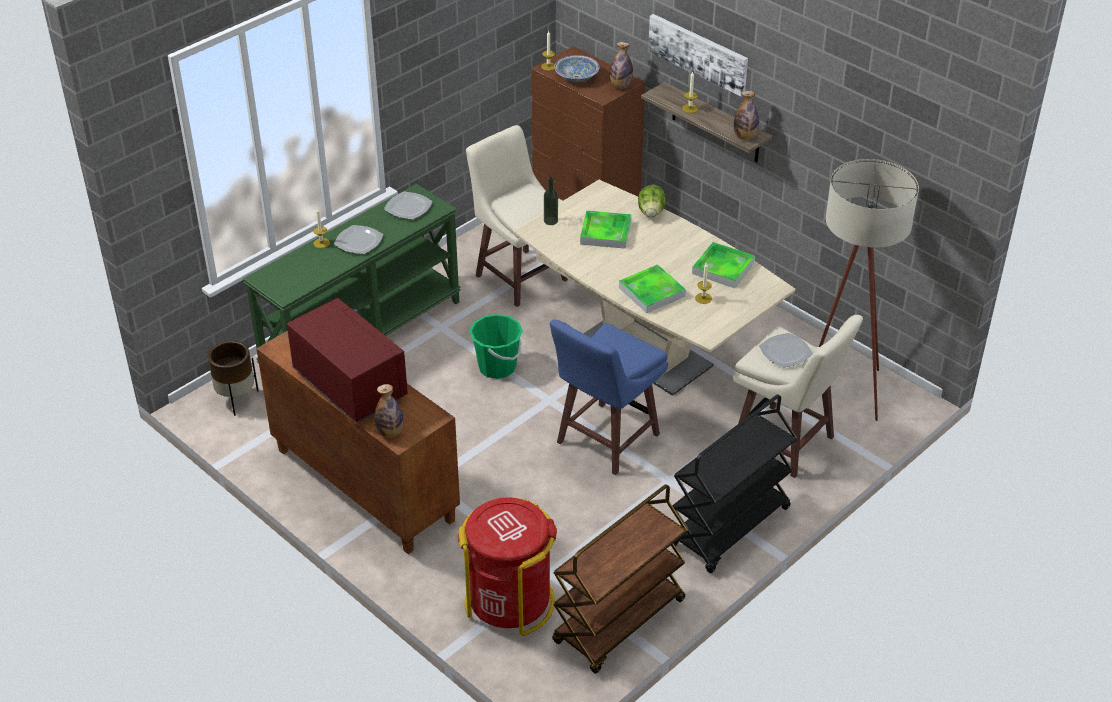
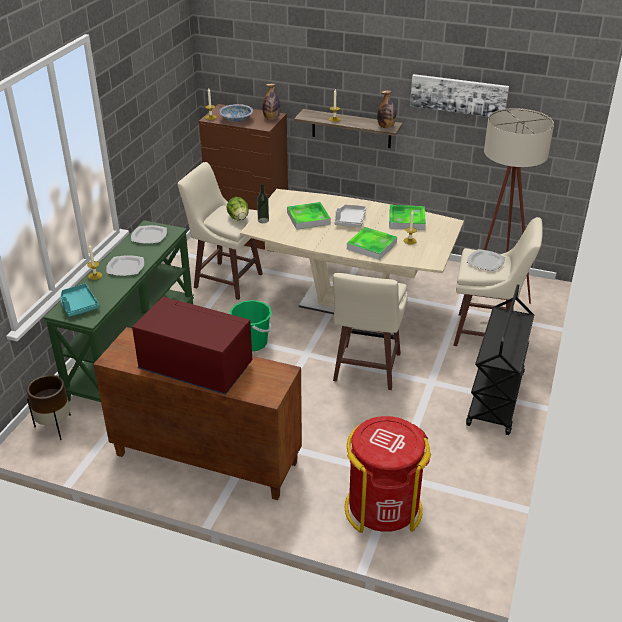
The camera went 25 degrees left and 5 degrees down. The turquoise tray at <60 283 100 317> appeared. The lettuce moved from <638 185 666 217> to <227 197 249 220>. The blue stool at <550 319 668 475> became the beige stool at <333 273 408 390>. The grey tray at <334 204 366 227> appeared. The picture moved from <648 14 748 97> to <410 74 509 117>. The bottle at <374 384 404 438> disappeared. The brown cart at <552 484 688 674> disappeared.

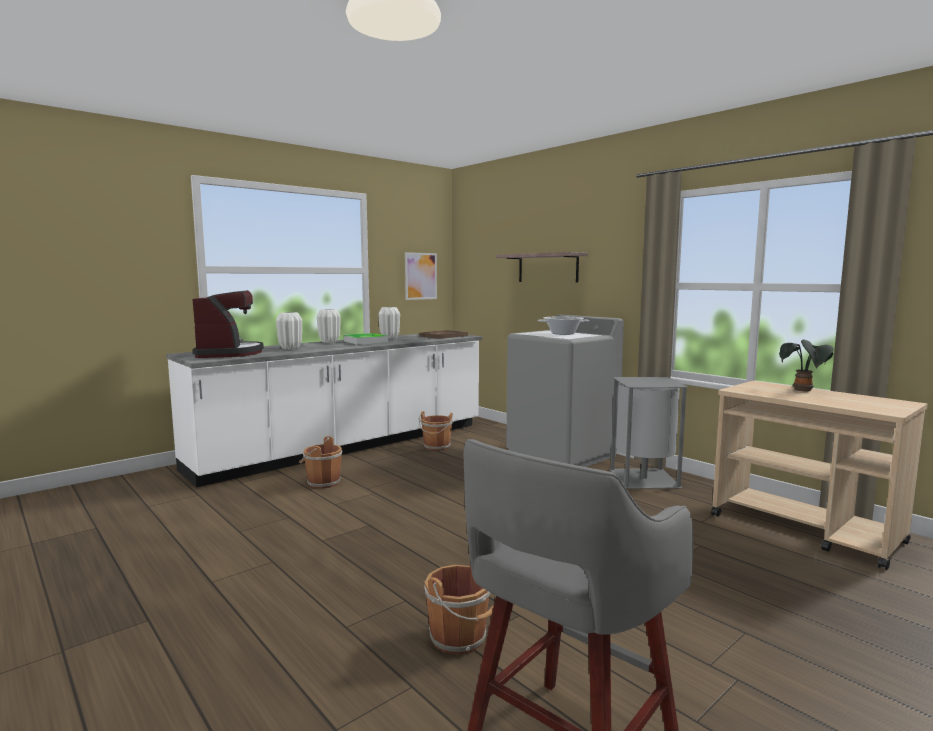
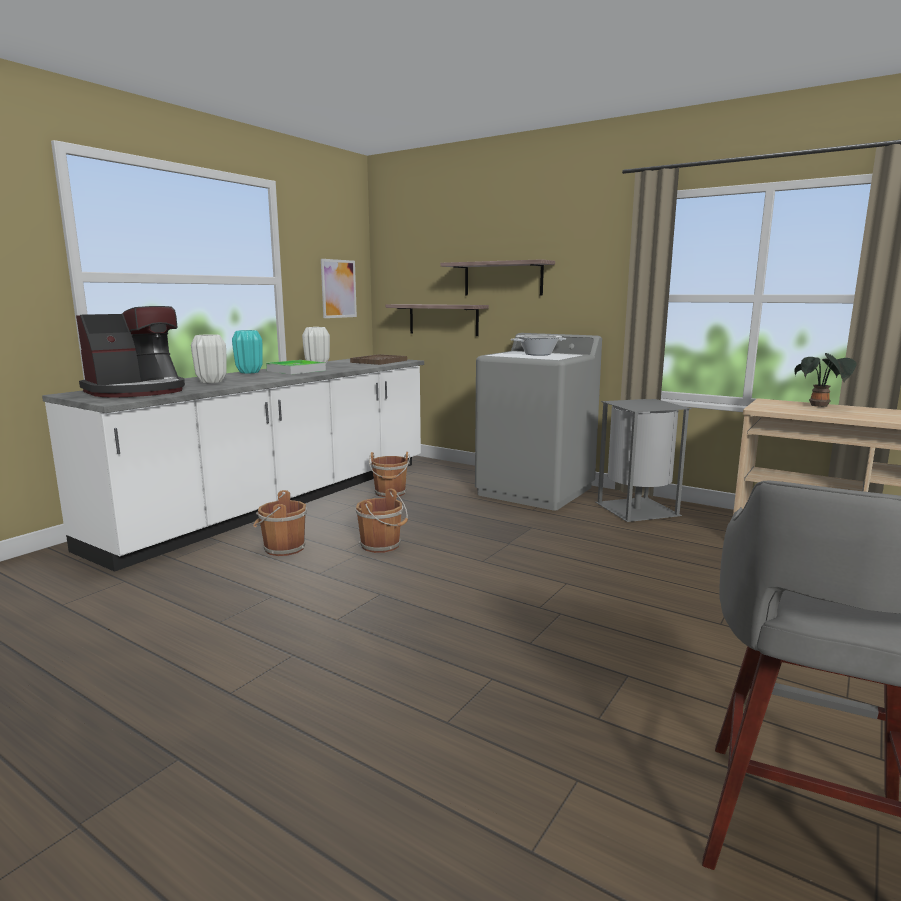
The camera went 15 degrees left and 5 degrees up. The coffee machine at <192 290 264 358> turned 75 degrees clockwise. The white vase at <317 309 340 343> became the turquoise vase at <232 330 263 374>. The brown bucket moved from <424 565 496 655> to <356 488 408 553>. The shelf at <386 304 489 336> appeared.

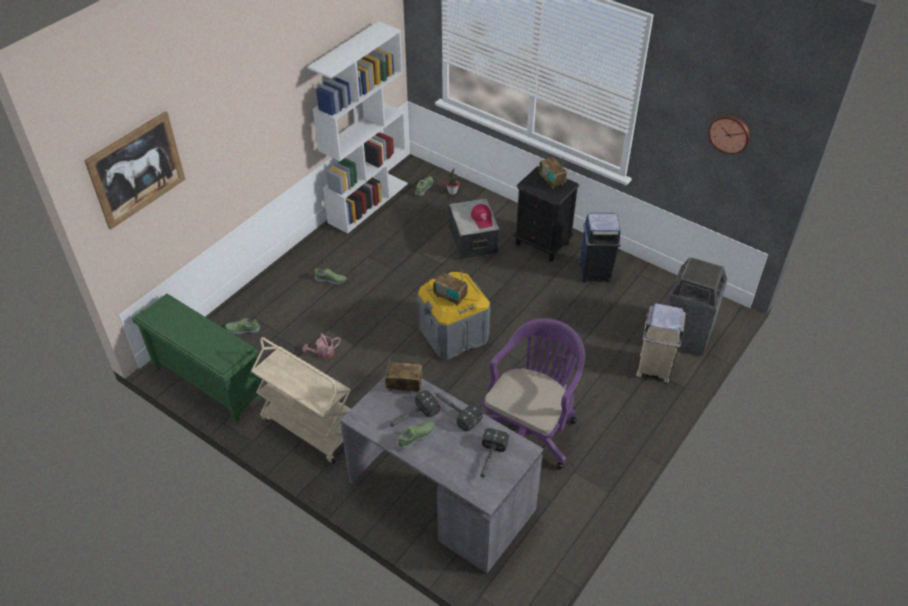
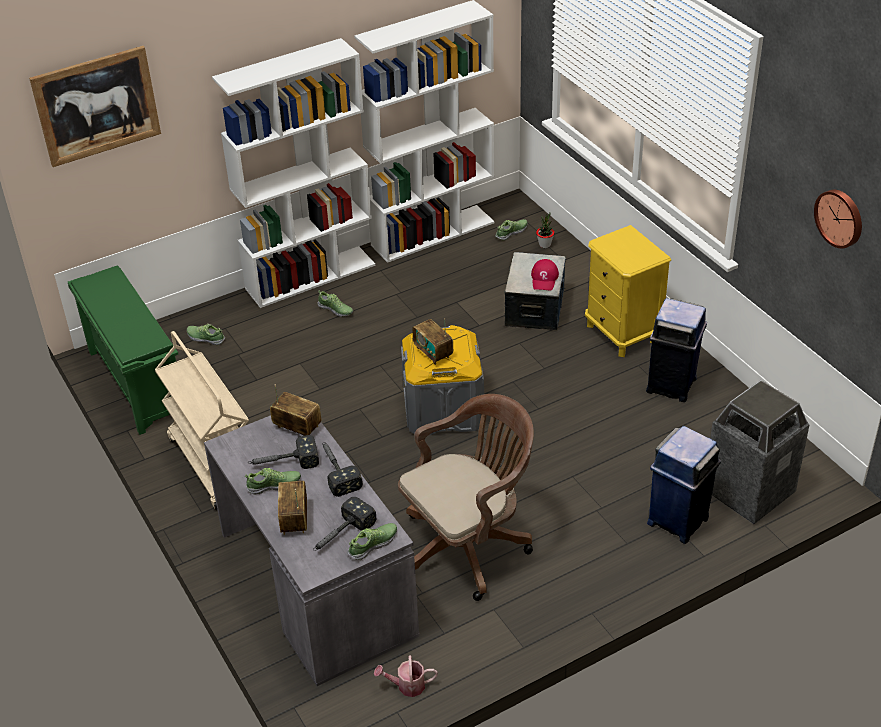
The camera went 25 degrees right and 5 degrees down. The white bookcase at <212 38 375 308> appeared. The radio moved from <539 156 567 189> to <278 481 307 535>. The shoe at <348 523 397 560> appeared. The watering can moved from <302 333 341 359> to <374 655 438 697>. The purple office chair at <482 318 585 470> became the brown office chair at <398 394 534 601>. The black nightstand at <514 166 579 261> became the yellow nightstand at <585 225 671 357>. The beige trash can at <636 303 686 383> became the blue trash can at <647 426 721 544>.

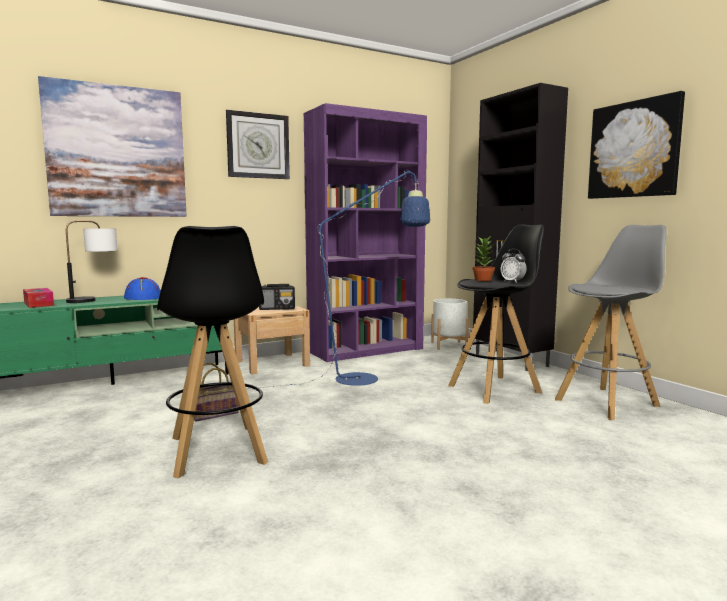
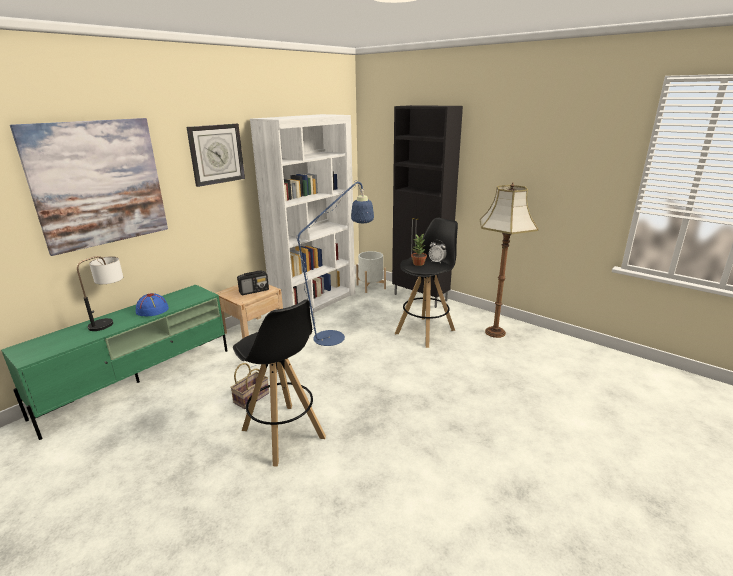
The camera went 20 degrees left and 15 degrees up. The purple bookcase at <304 103 427 362> became the white bookcase at <250 114 355 314>. The grey stool at <555 225 666 420> was replaced by the floor lamp at <480 182 538 338>. The tissue box at <23 288 54 308> disappeared. The picture at <588 91 685 199> disappeared.

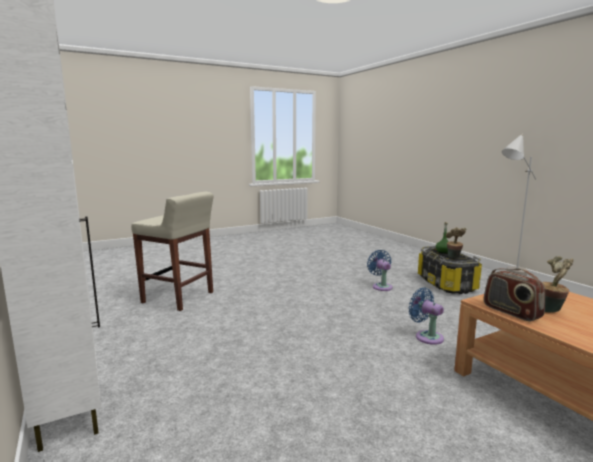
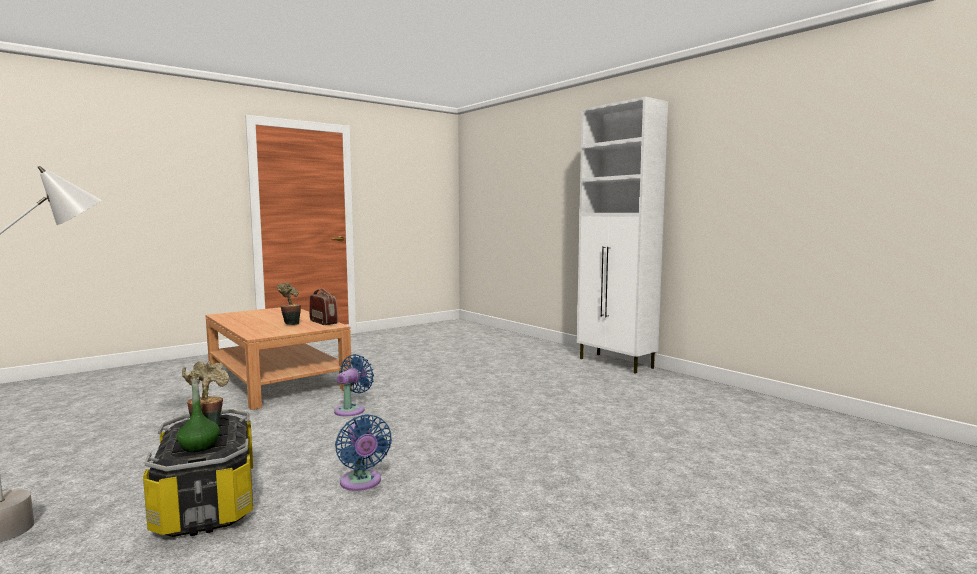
The camera went 170 degrees right and 5 degrees down. The blue fan at <409 288 444 345> turned 105 degrees counterclockwise. The beige stool at <131 192 213 311> disappeared.

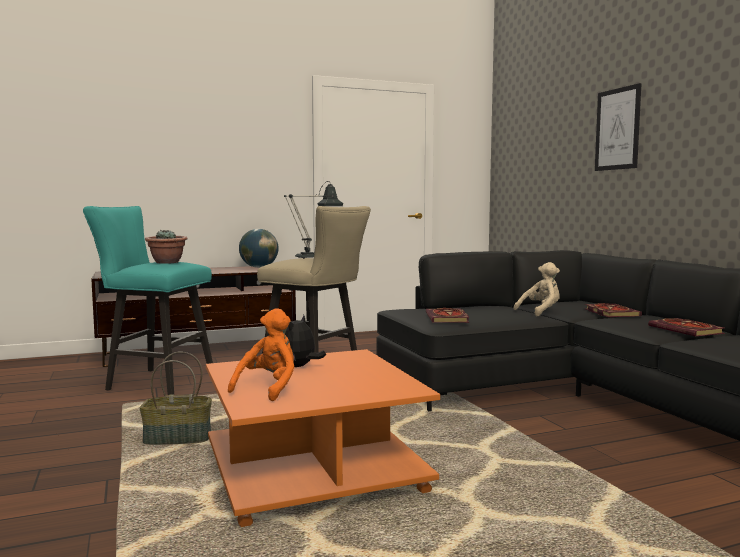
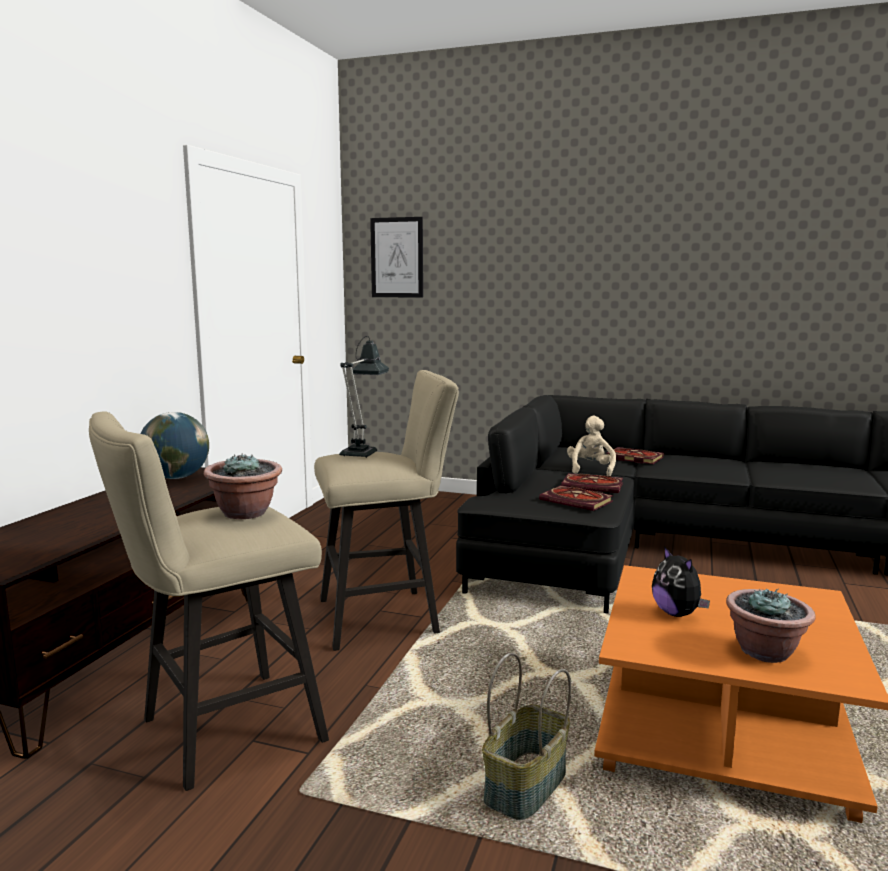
The camera went 50 degrees left and 5 degrees up. The turquoise stool at <83 206 213 395> became the beige stool at <89 411 329 791>. The picture moved from <595 83 642 171> to <370 217 423 298>. The book moved from <648 318 725 336> to <561 473 623 493>. The orange plush toy at <228 308 295 401> was replaced by the potted plant at <726 589 816 663>.

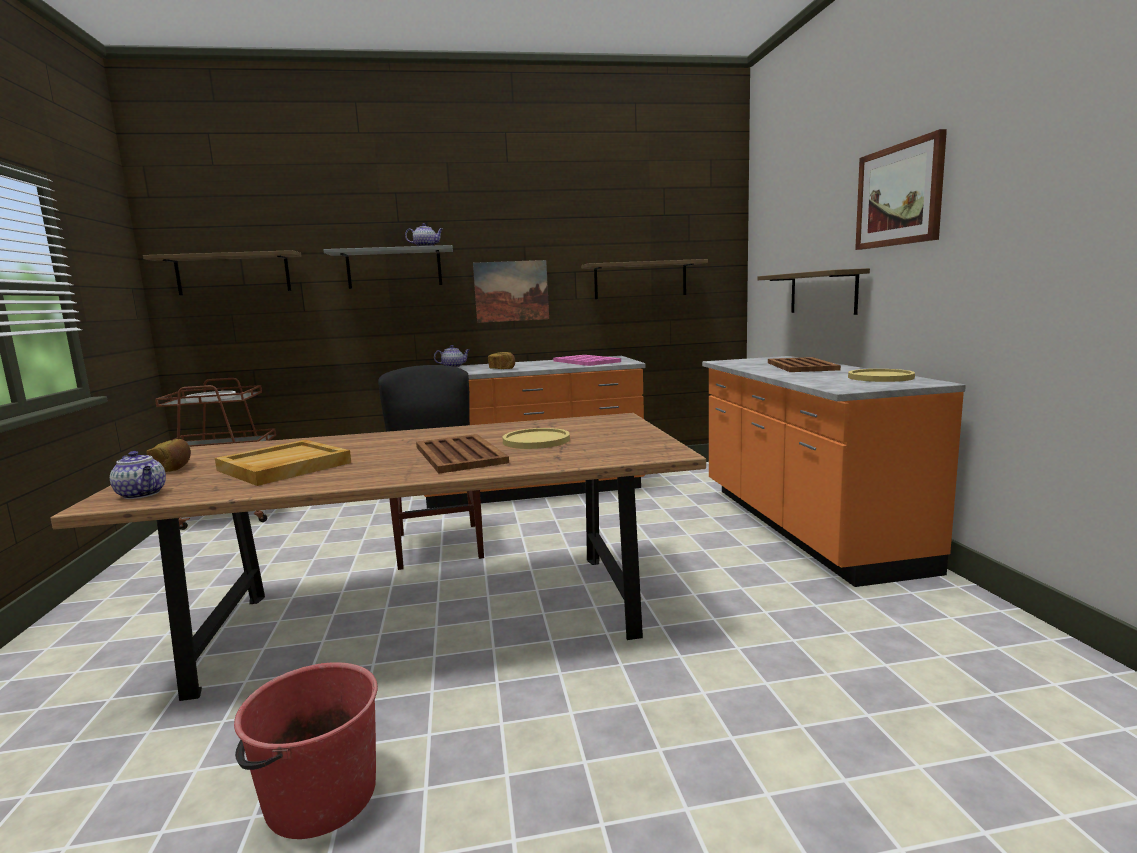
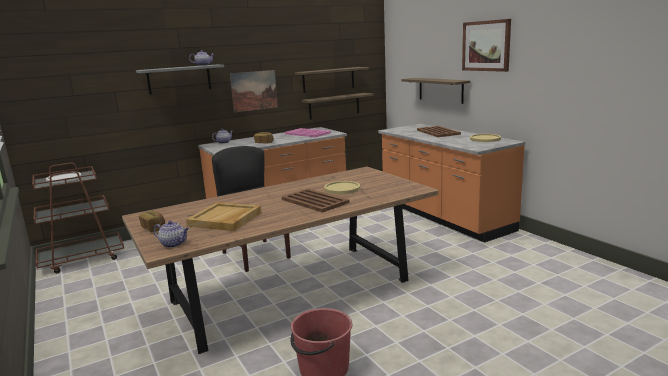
The camera went 20 degrees left and 5 degrees up. The shelf moved from <143 250 302 295> to <302 93 373 120>.

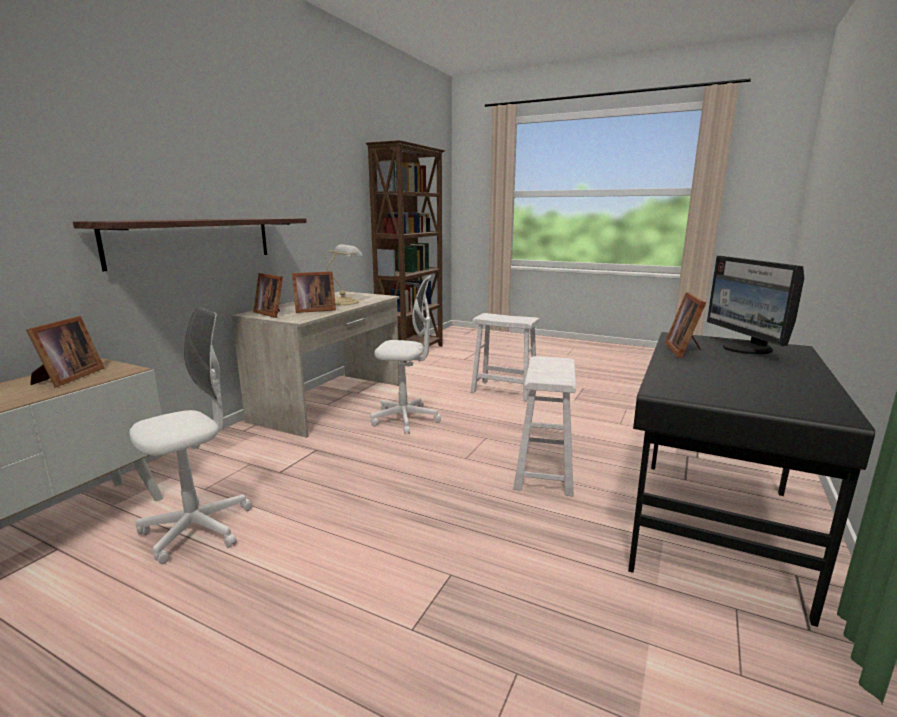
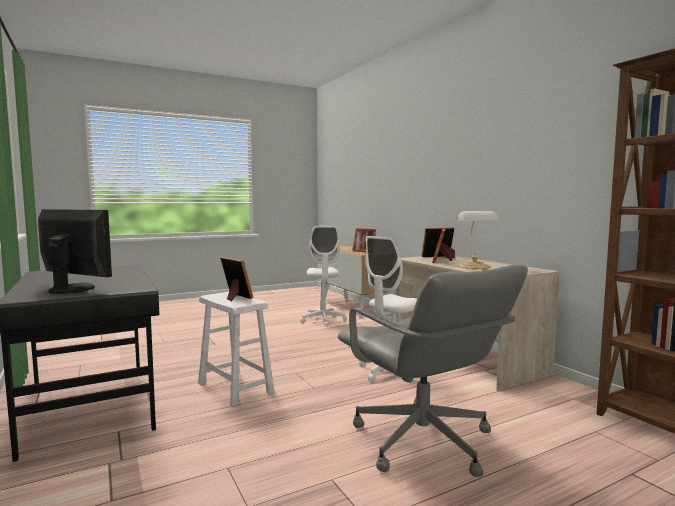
The camera went 125 degrees right and 10 degrees down. The picture frame moved from <665 292 706 359> to <220 257 254 302>. The white stool at <471 313 540 402> was replaced by the grey office chair at <338 265 528 477>. The shelf at <73 218 307 271> disappeared.

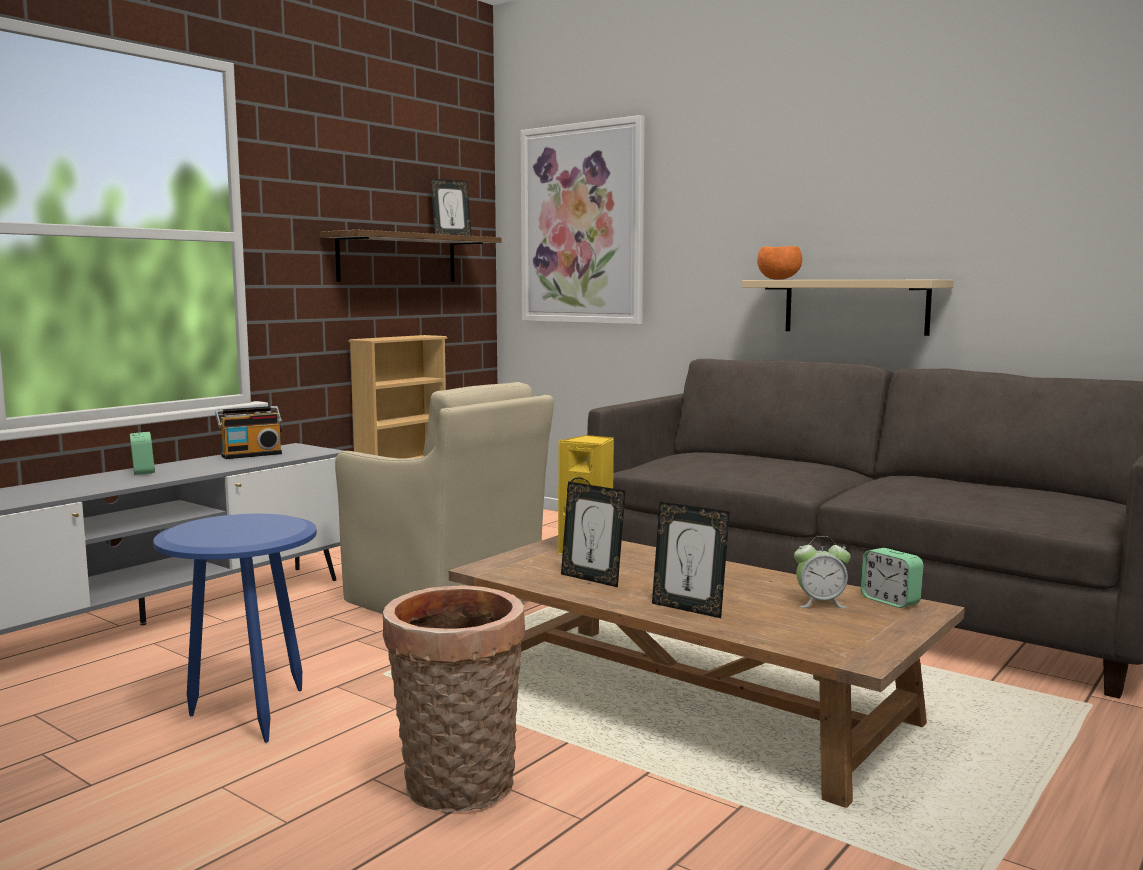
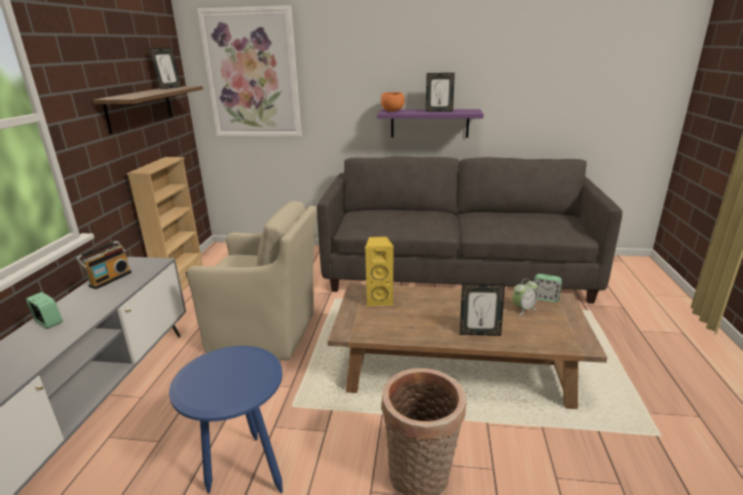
The camera went 30 degrees left and 15 degrees up. The beige shelf at <742 280 954 336> became the purple shelf at <377 109 484 138>. The picture frame moved from <561 482 626 587> to <426 73 455 112>.

